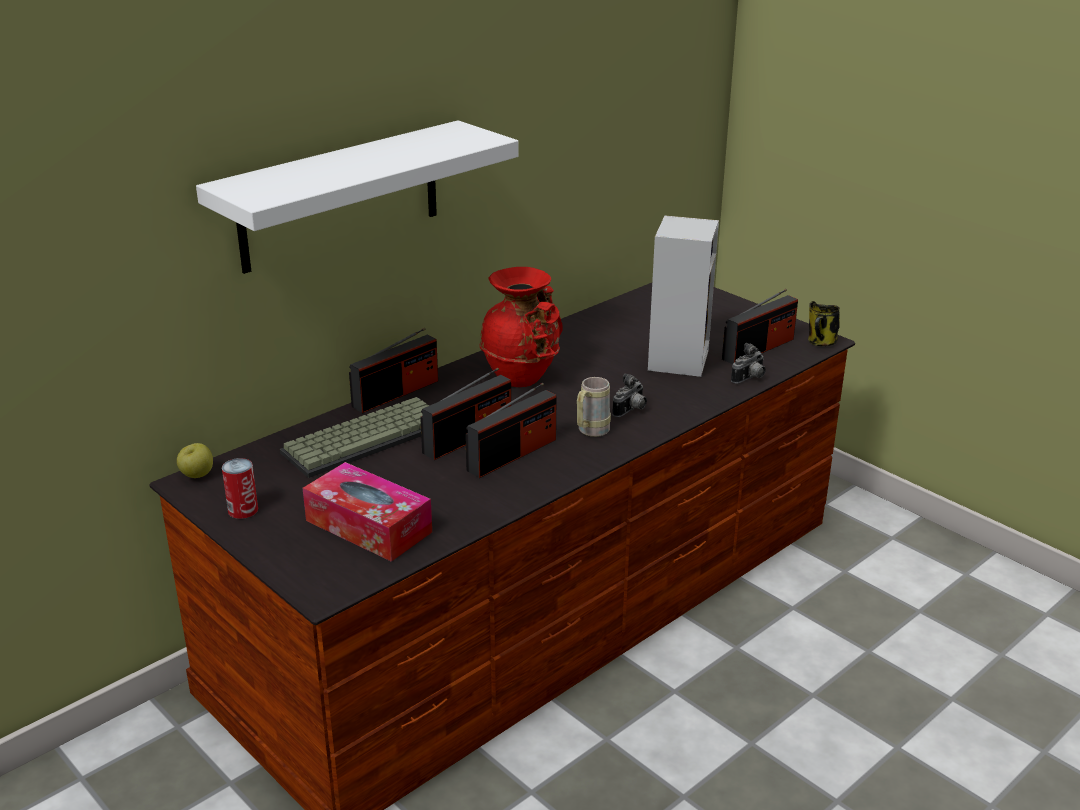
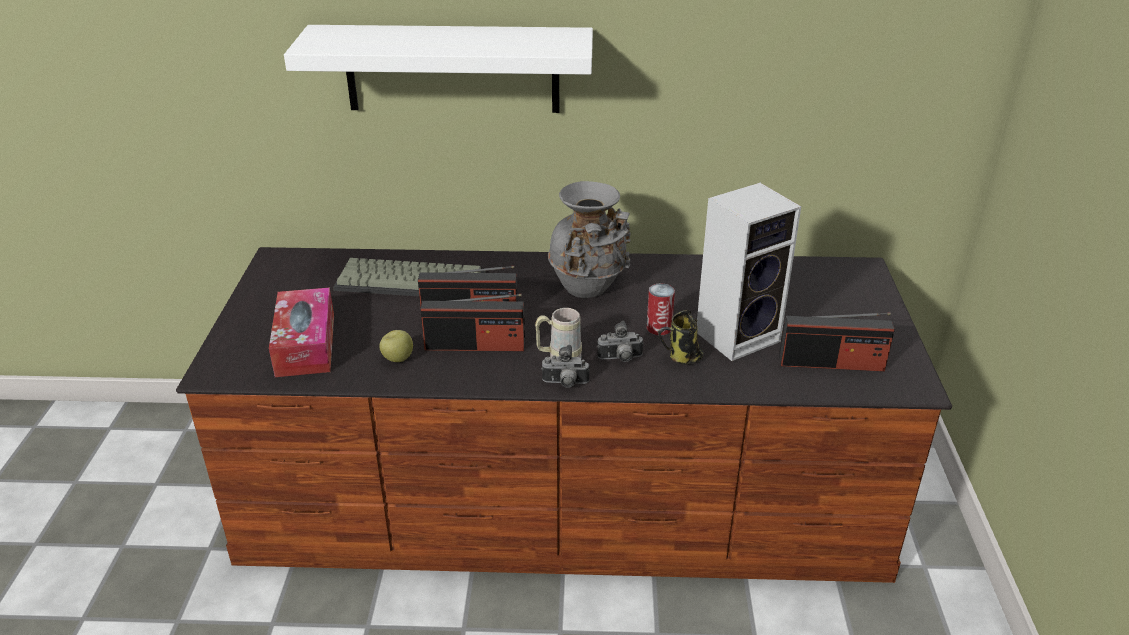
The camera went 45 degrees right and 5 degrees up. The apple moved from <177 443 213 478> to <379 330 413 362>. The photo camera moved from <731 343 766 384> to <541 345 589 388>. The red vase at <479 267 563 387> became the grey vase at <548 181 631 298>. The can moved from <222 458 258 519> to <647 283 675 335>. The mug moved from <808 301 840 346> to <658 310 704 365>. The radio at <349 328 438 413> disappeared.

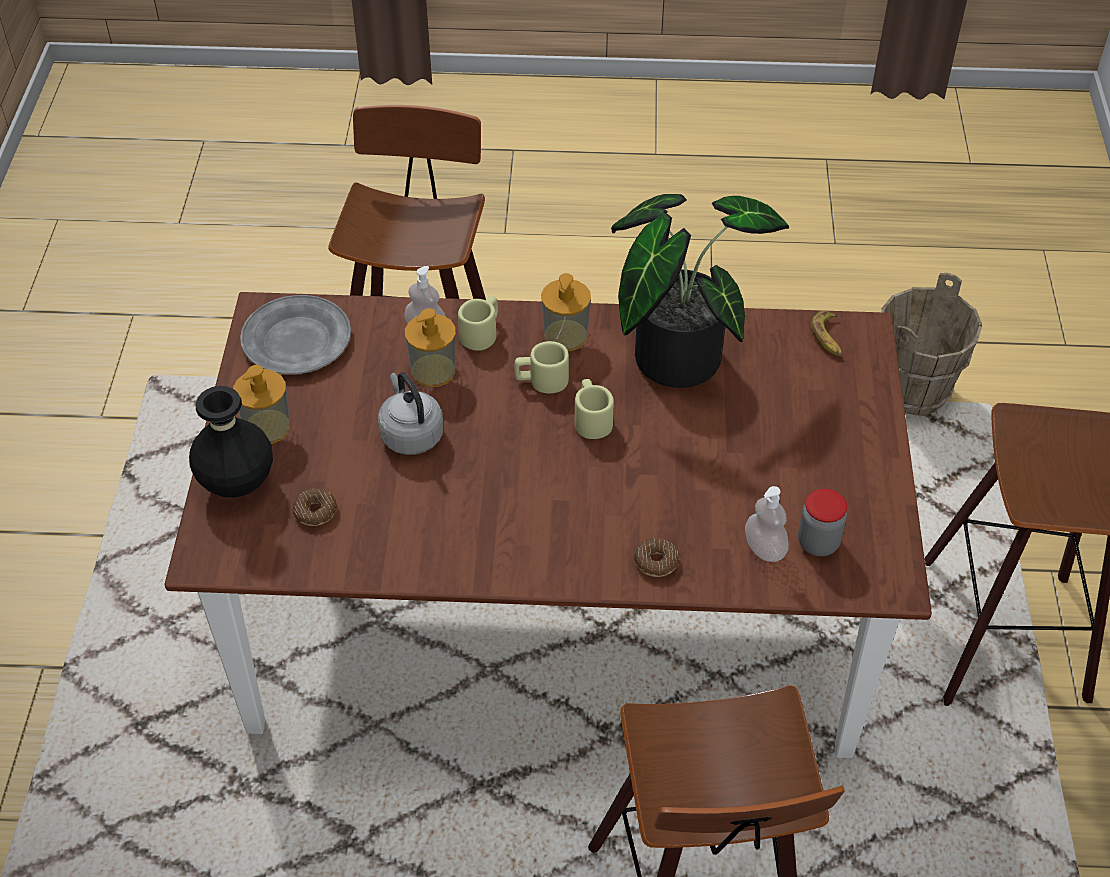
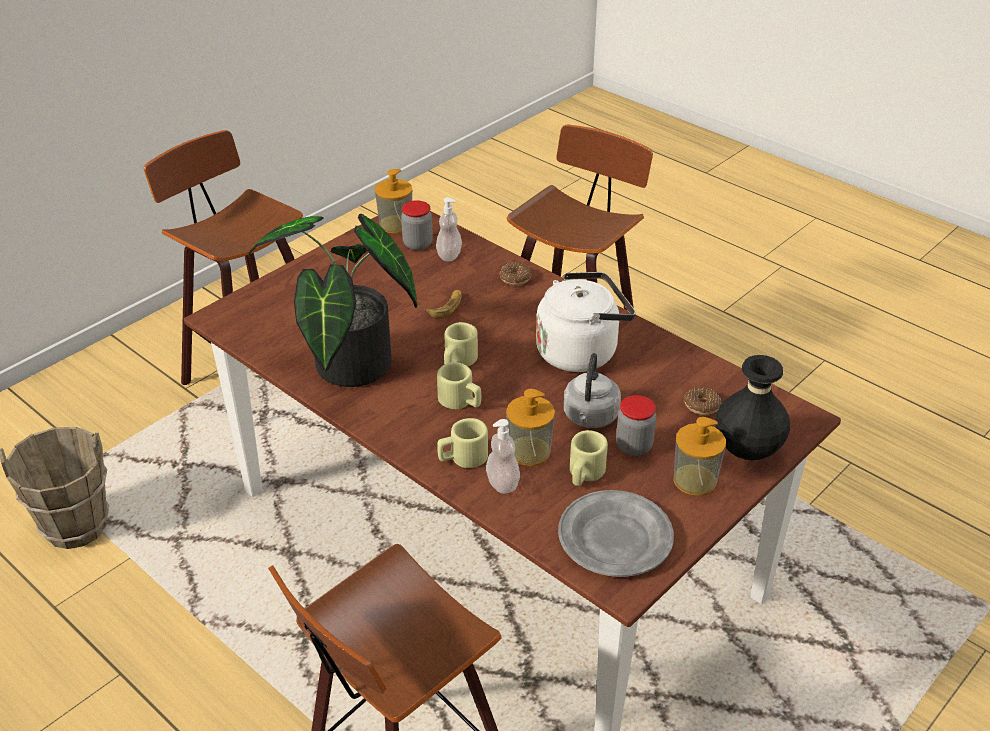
The camera went 140 degrees left and 10 degrees down. The soap dispenser moved from <541 273 591 351> to <375 169 412 233>. The banana moved from <810 311 842 356> to <425 290 462 318>. The white kettle at <536 272 636 372> appeared. The beige mug at <570 430 608 486> appeared. The jar at <616 395 656 456> appeared.

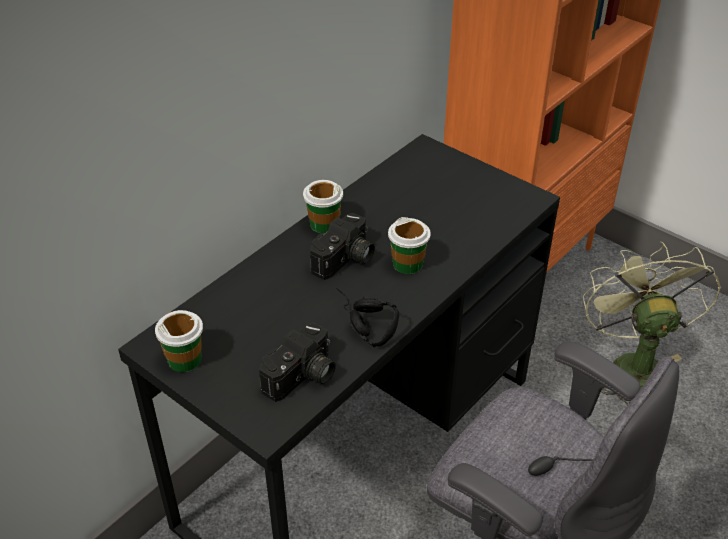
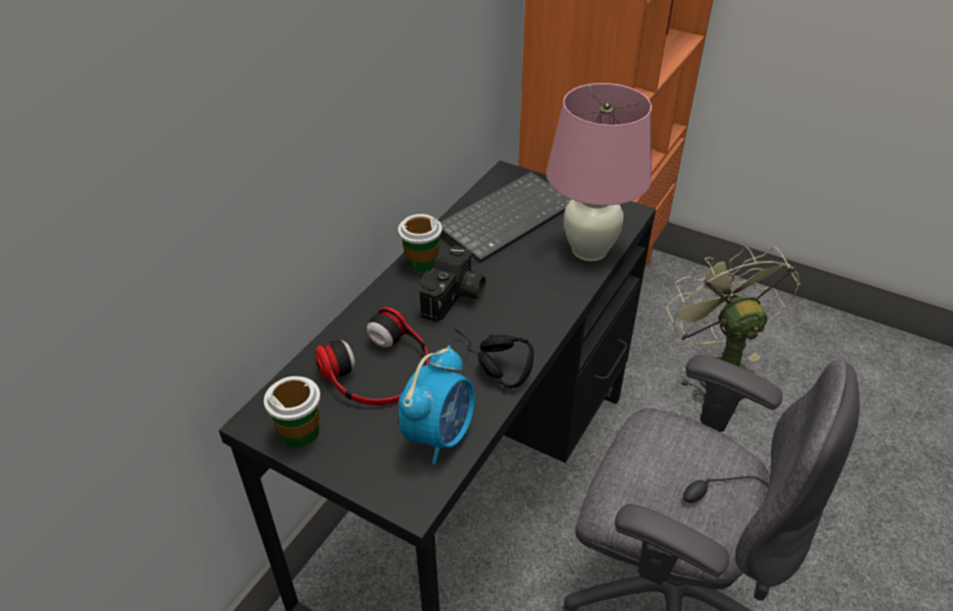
The camera went 10 degrees left and 0 degrees up. The headphones at <315 307 429 405> appeared. The photo camera at <259 322 336 402> was replaced by the alarm clock at <399 345 475 464>. The keyboard at <440 172 572 263> appeared. The pink table lamp at <546 83 652 261> appeared. The cup at <388 217 431 274> disappeared.

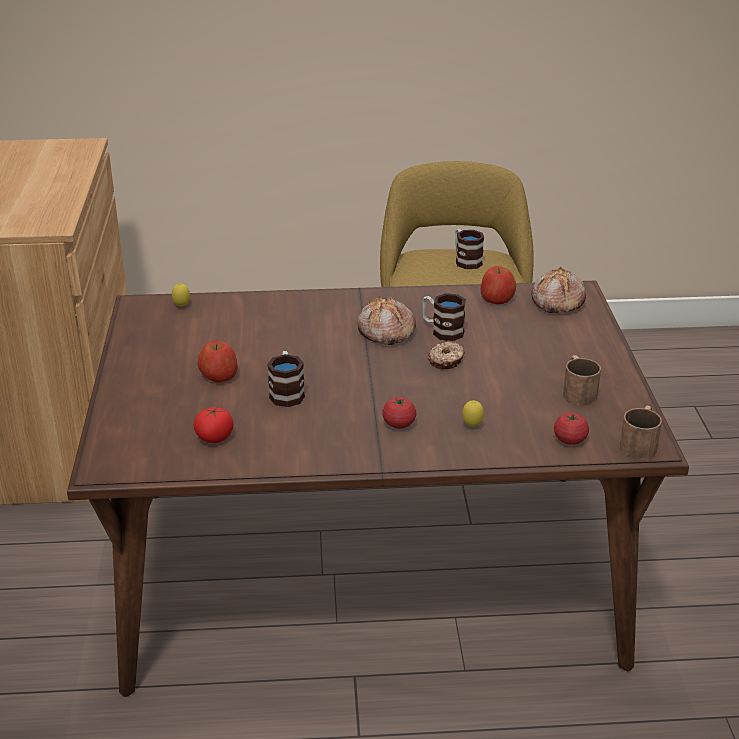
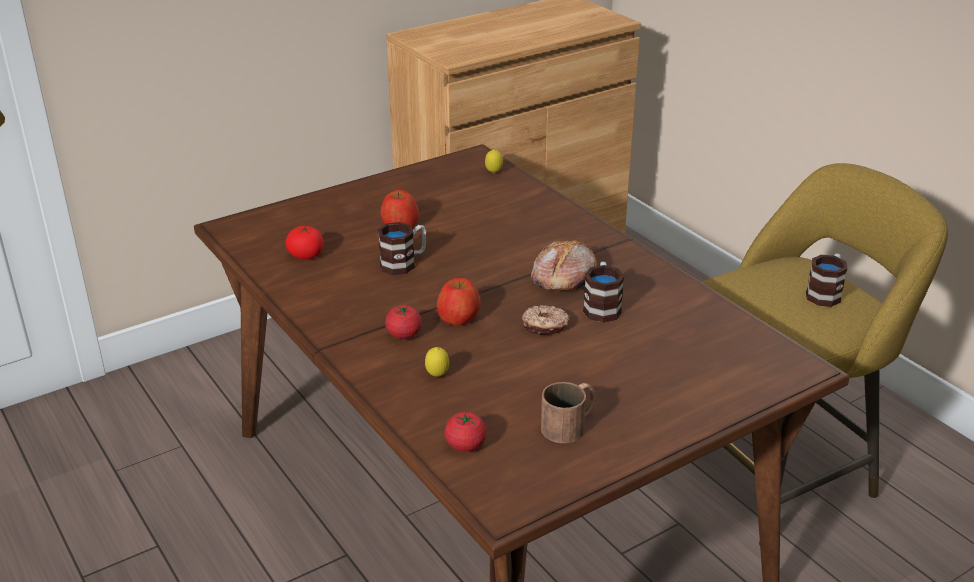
The camera went 60 degrees right and 0 degrees up. The apple moved from <481 266 516 304> to <437 278 481 325>. The bread at <531 267 586 313> disappeared. The brown mug at <620 405 662 460> disappeared.

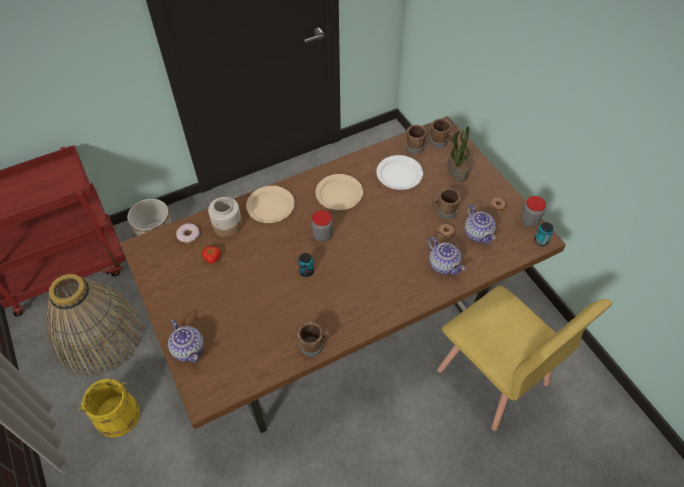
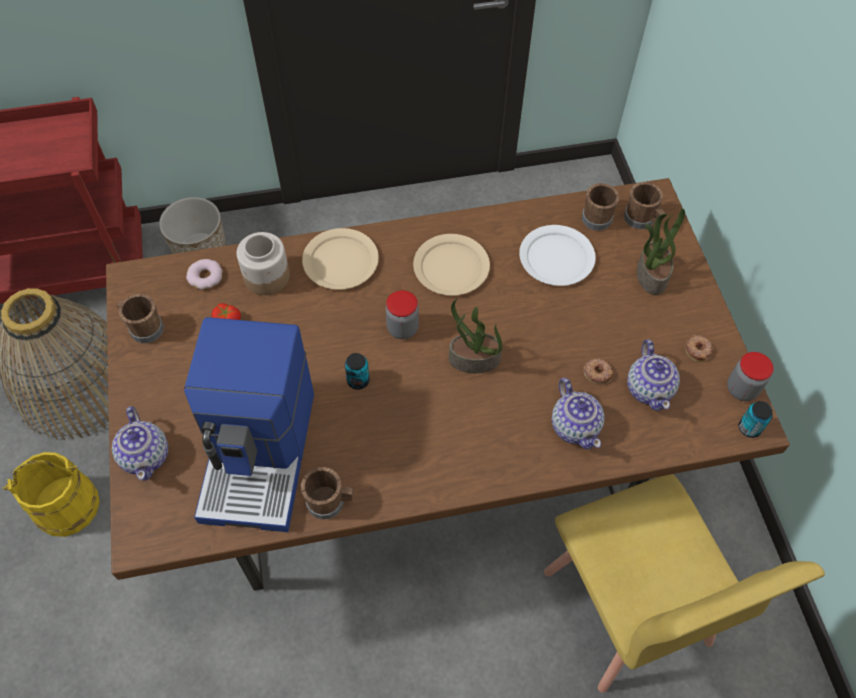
The camera went 15 degrees right and 5 degrees up. The brown mug moved from <432 188 461 219> to <116 294 164 343>. The coffee machine at <184 317 314 532> appeared. The potted plant at <449 299 503 373> appeared.

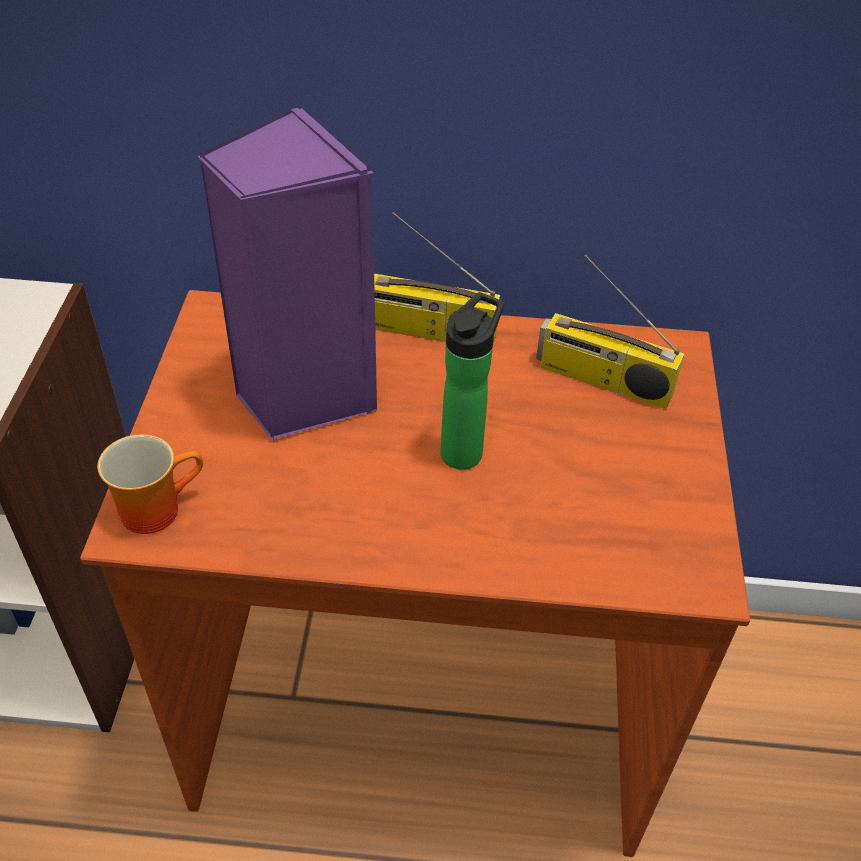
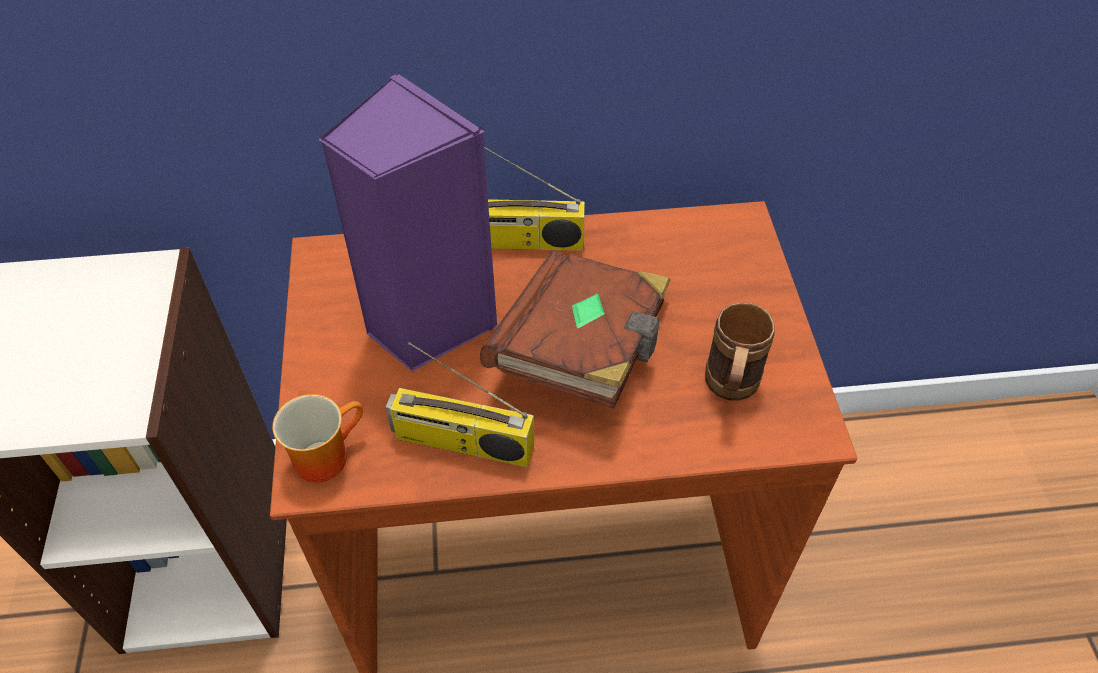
The camera went 10 degrees left and 5 degrees up. The radio moved from <536 255 684 409> to <385 342 534 467>. The bottle at <440 292 504 470> was replaced by the brown book at <480 250 671 409>. The brown mug at <705 302 775 401> appeared.

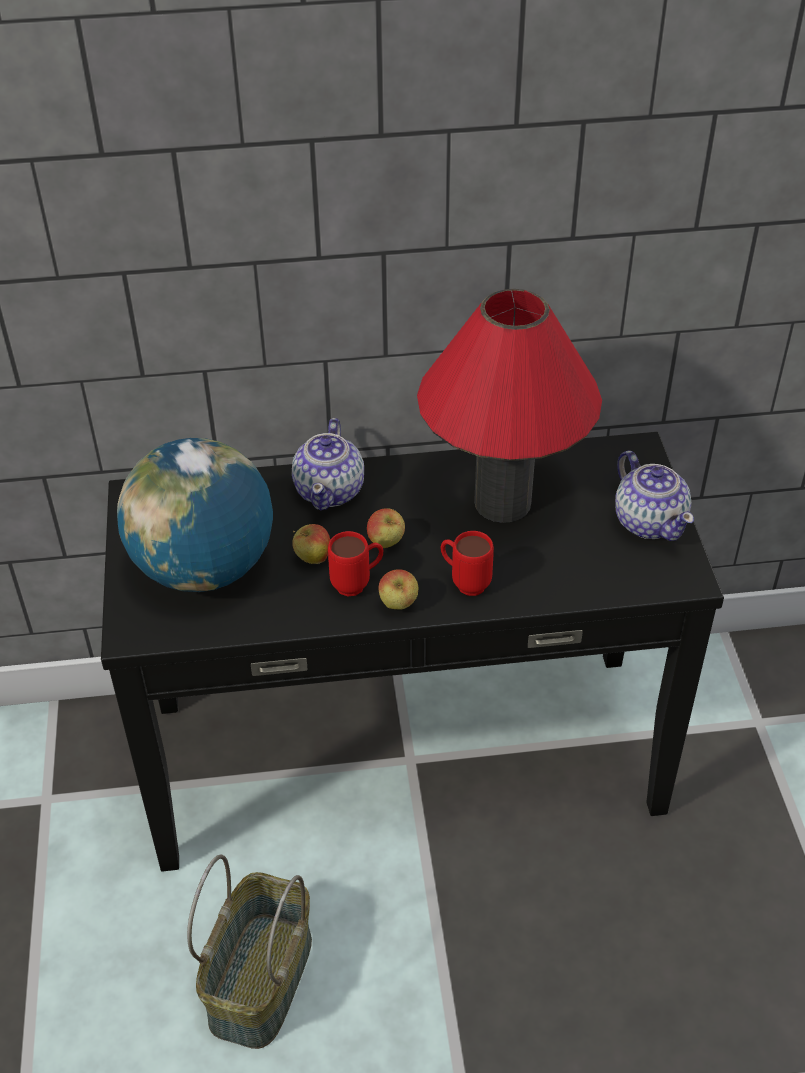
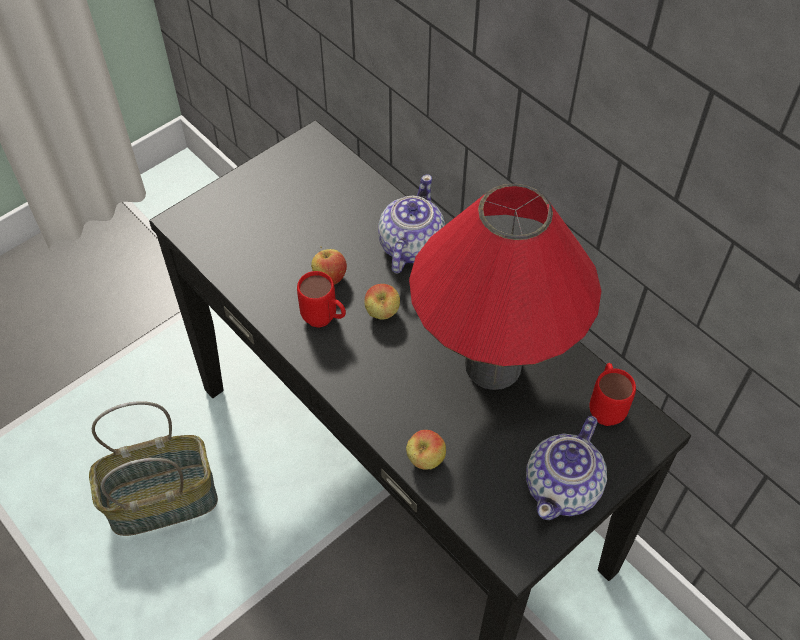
The camera went 55 degrees right and 10 degrees up. The teapot at <292 418 364 510> turned 135 degrees clockwise. The apple moved from <378 569 418 610> to <406 430 446 470>. The red mug moved from <441 531 494 596> to <589 363 636 426>. The globe at <117 438 273 592> disappeared.

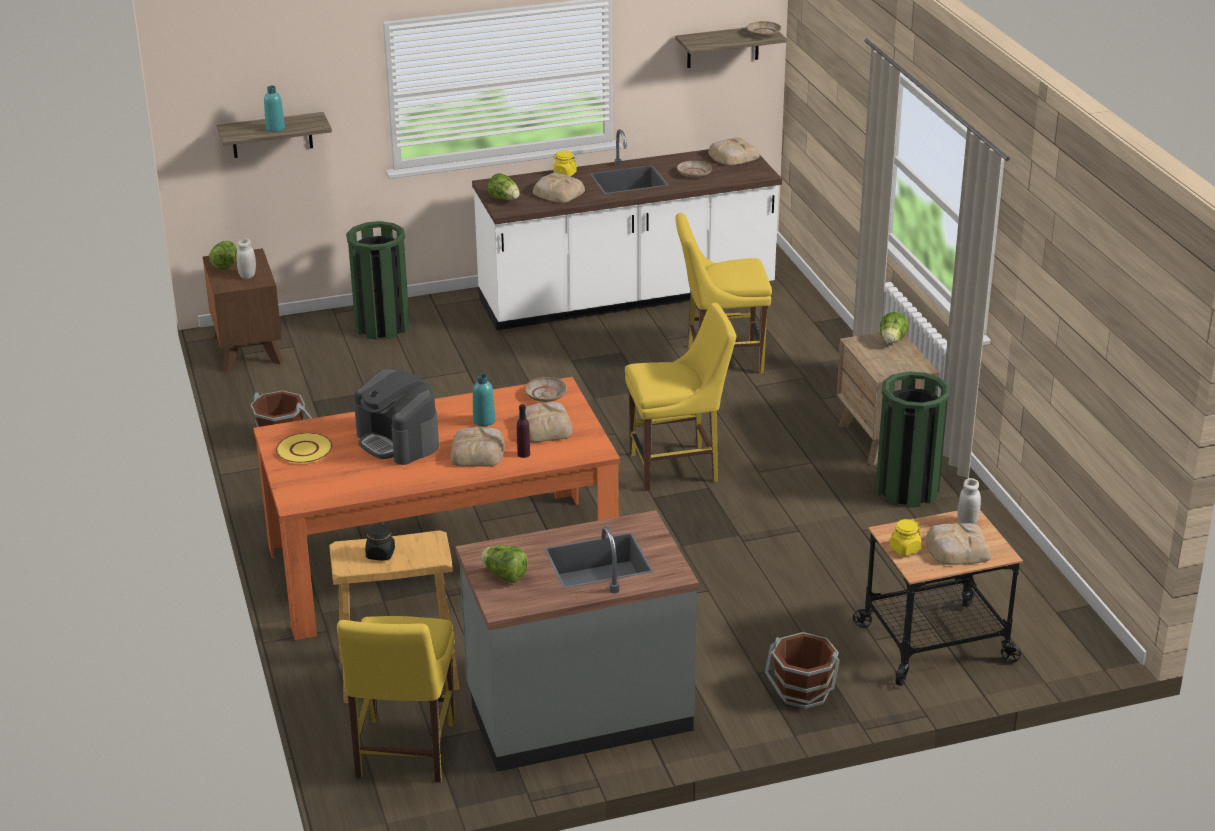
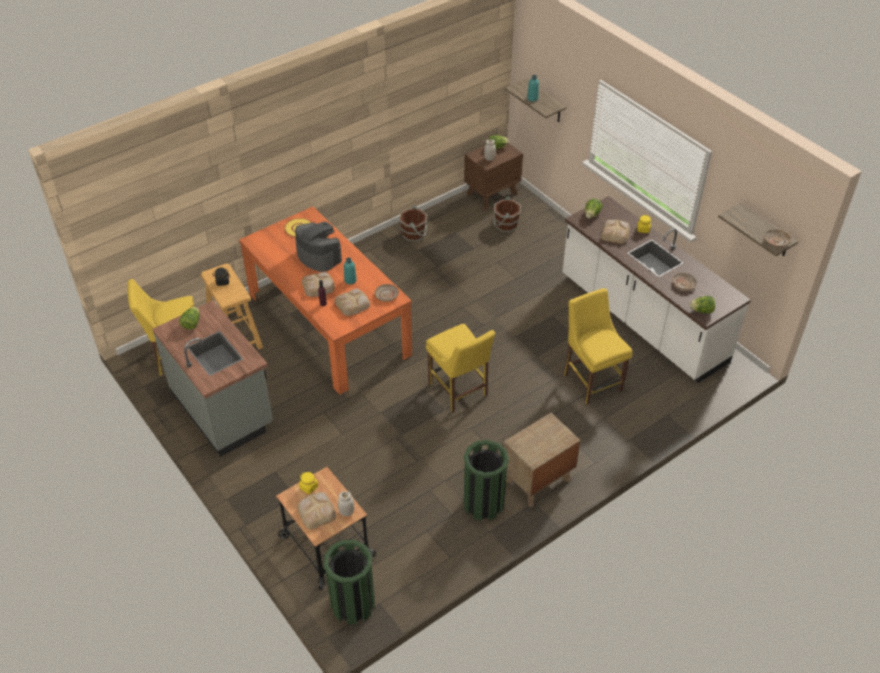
The camera went 70 degrees right and 15 degrees up. The coffee machine at <354 369 439 465> turned 105 degrees clockwise. The green trash can moved from <346 221 410 340> to <324 540 375 624>. The brown bucket moved from <765 632 840 709> to <494 197 521 232>. The lettuce moved from <880 312 909 344> to <690 296 715 313>. The bread at <708 138 760 166> disappeared.

